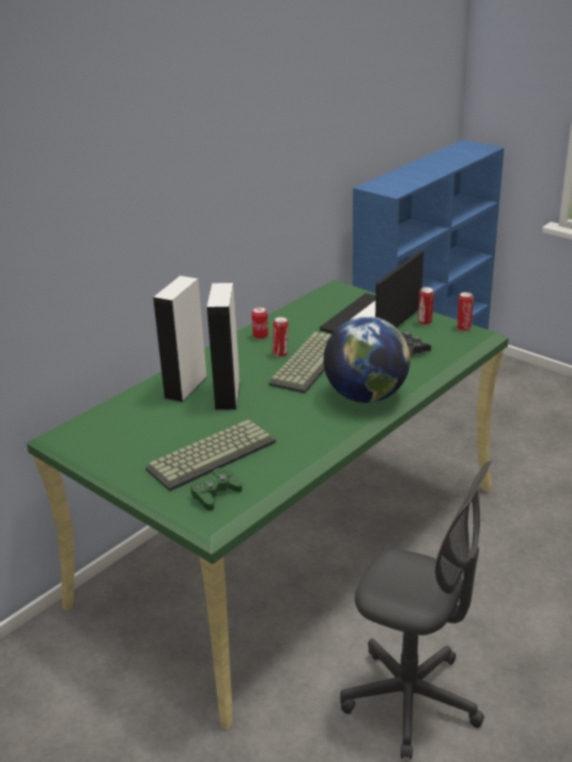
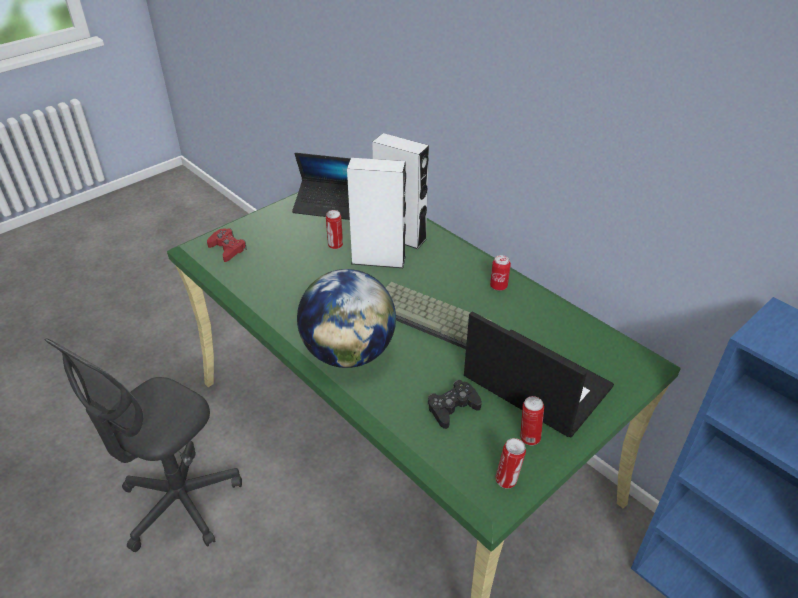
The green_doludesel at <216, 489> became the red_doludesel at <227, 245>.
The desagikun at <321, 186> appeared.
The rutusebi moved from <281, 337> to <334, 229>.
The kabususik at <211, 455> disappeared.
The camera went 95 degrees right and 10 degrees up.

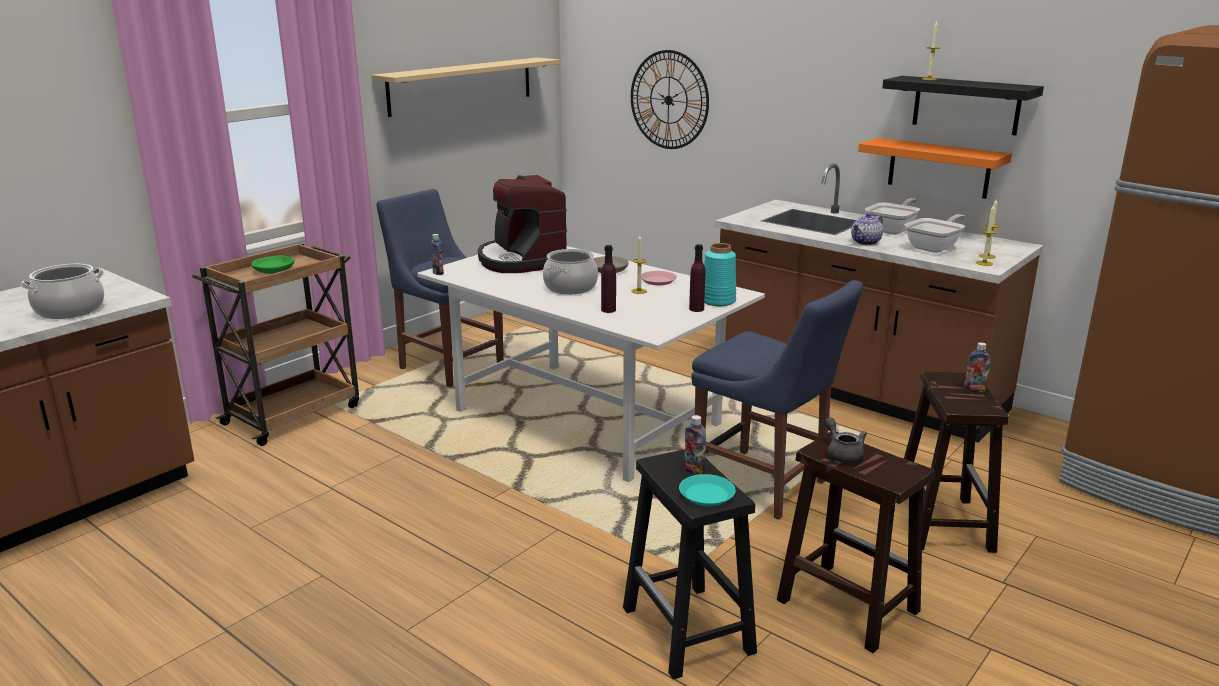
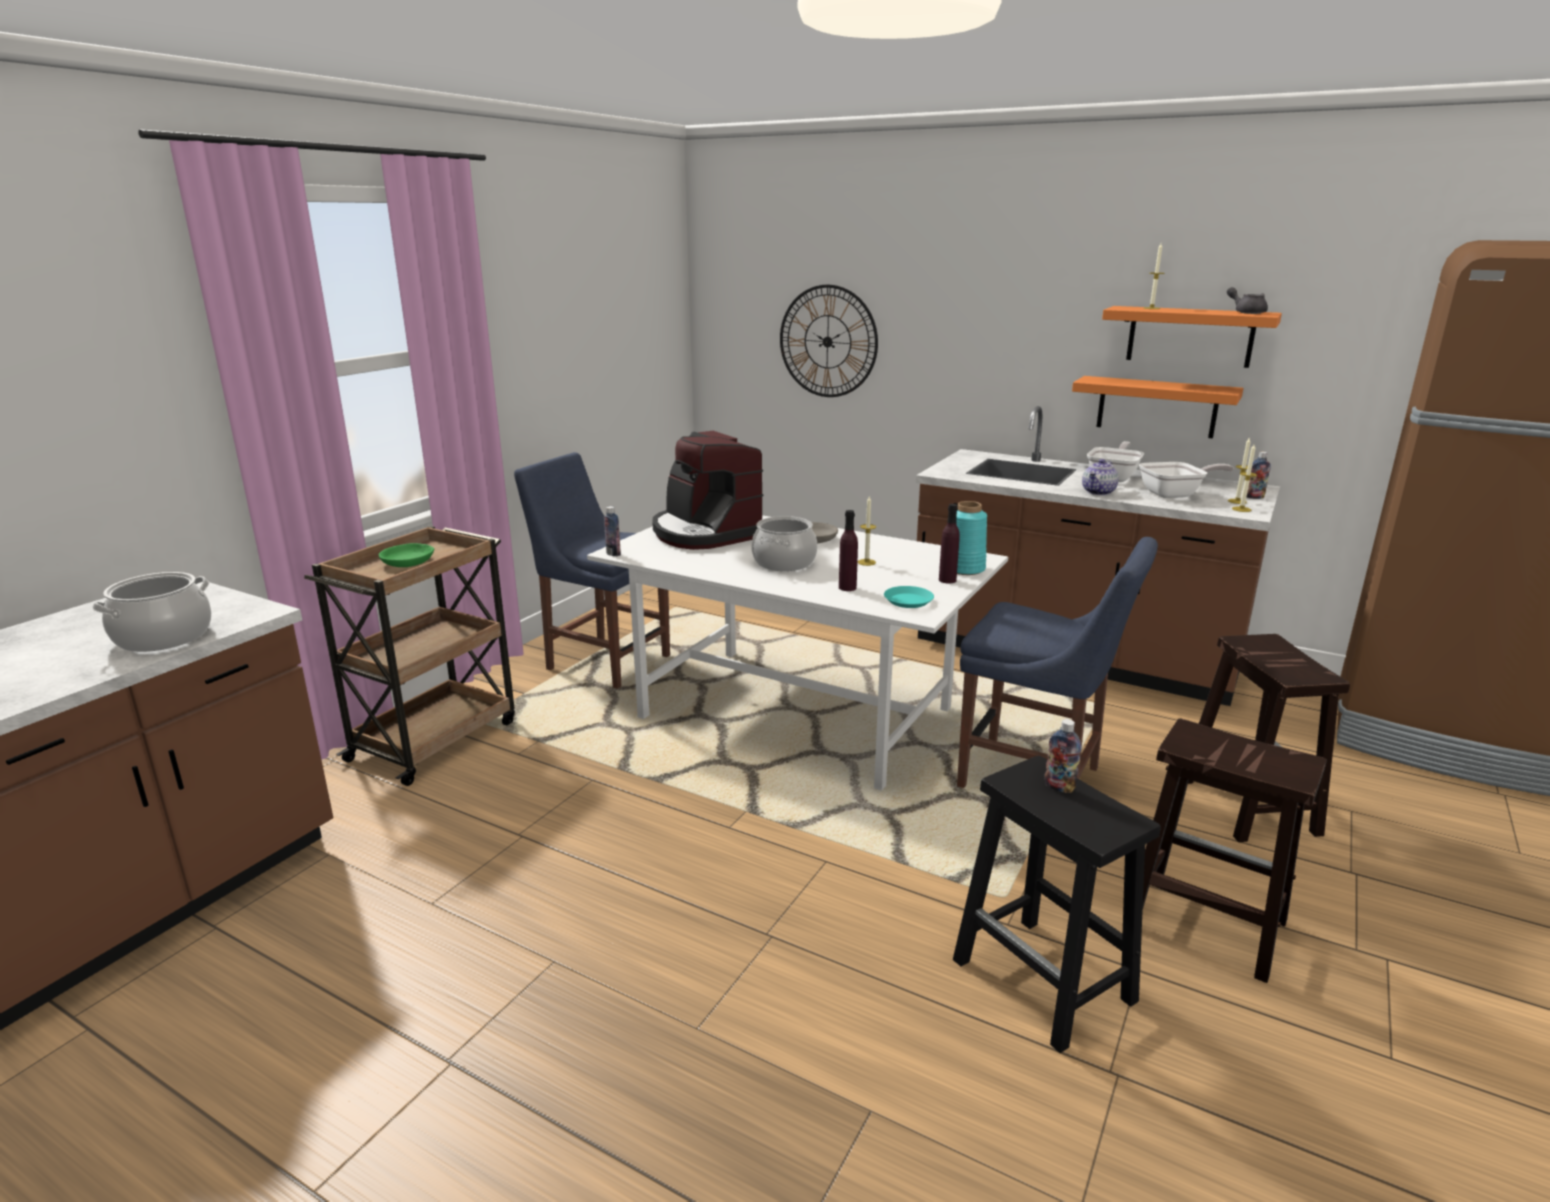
The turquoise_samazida moved from <707, 490> to <909, 597>.
The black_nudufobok at <963, 105> became the orange_nudufobok at <1192, 337>.
The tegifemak at <934, 233> turned 45 degrees clockwise.
The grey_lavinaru moved from <846, 440> to <1247, 300>.
The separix moved from <977, 367> to <1259, 475>.
The beige_nudufobok at <465, 87> disappeared.
The pink_samazida at <659, 278> disappeared.
The camera went 10 degrees left and 0 degrees up.

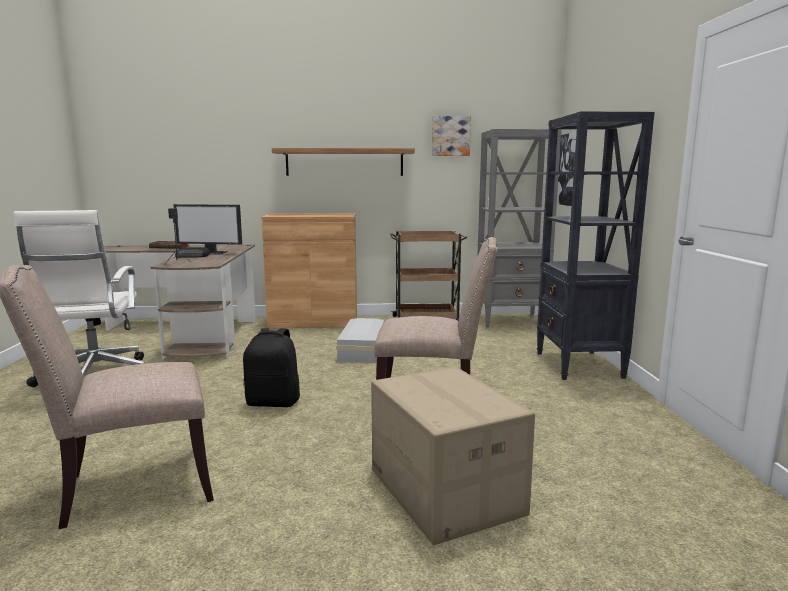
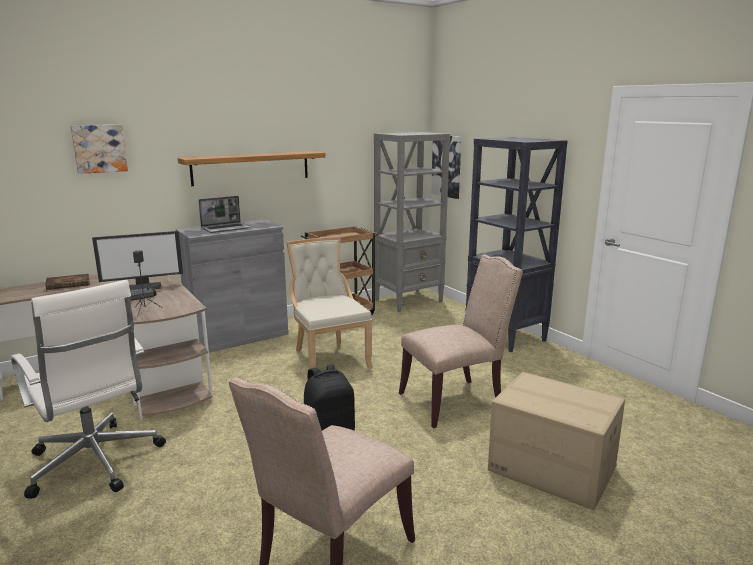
The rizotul moved from <451, 136> to <99, 149>.
The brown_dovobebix at <309, 270> became the grey_dovobebix at <232, 286>.
The desagikun at <224, 214> appeared.
The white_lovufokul at <360, 340> was replaced by the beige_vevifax at <329, 303>.
The camera went 30 degrees left and 5 degrees up.

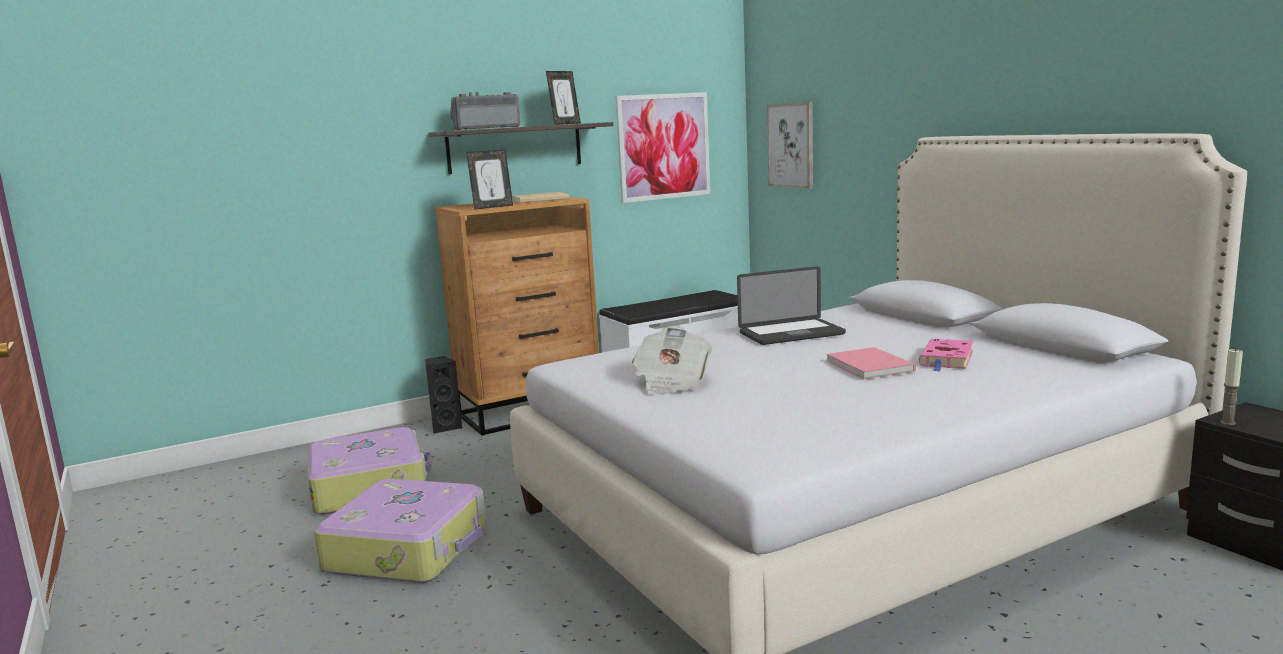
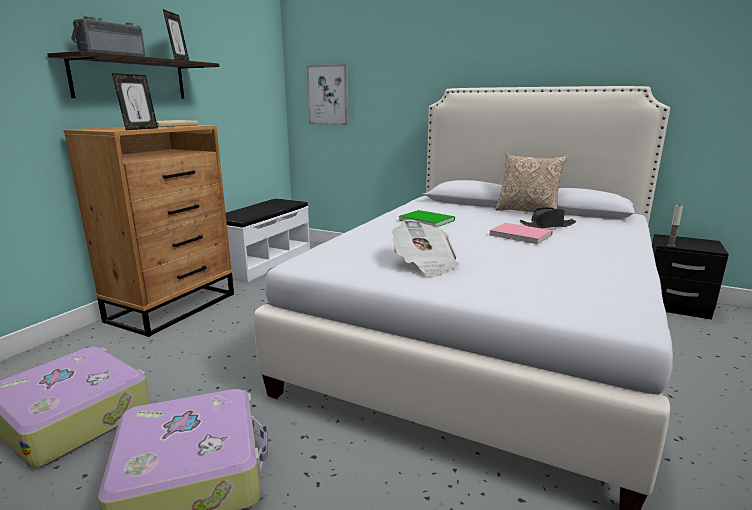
The desagikun at <791, 305> was replaced by the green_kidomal at <427, 218>.
The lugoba at <531, 182> appeared.
The pink_kidomal at <946, 355> was replaced by the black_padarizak at <548, 218>.
The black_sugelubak at <444, 395> disappeared.
The rizotul at <663, 147> disappeared.
The camera went 35 degrees left and 5 degrees up.

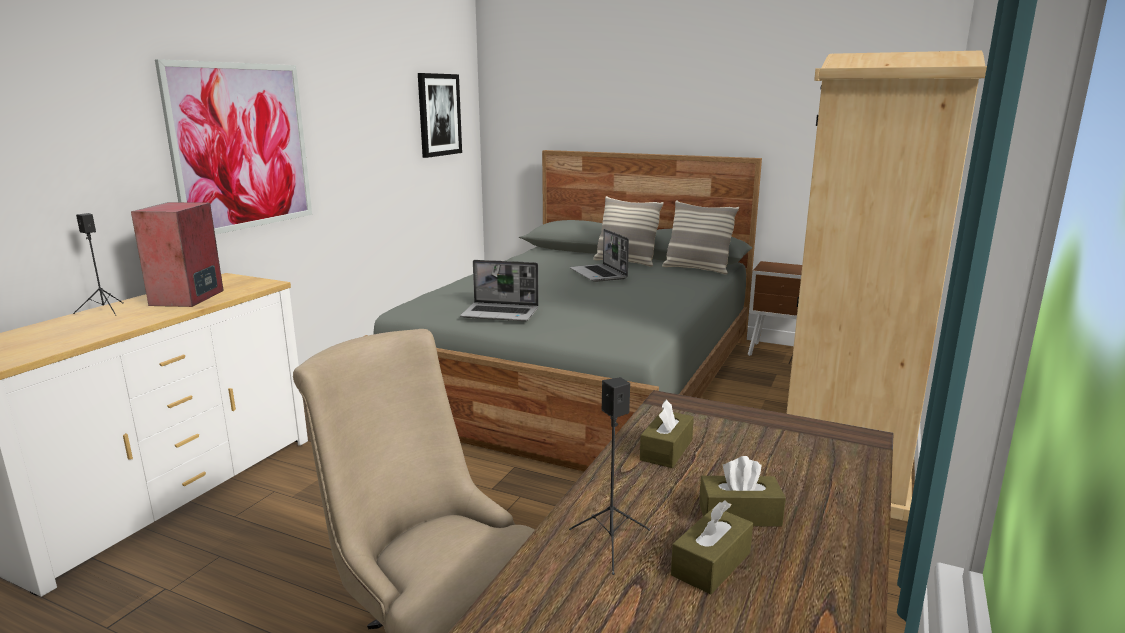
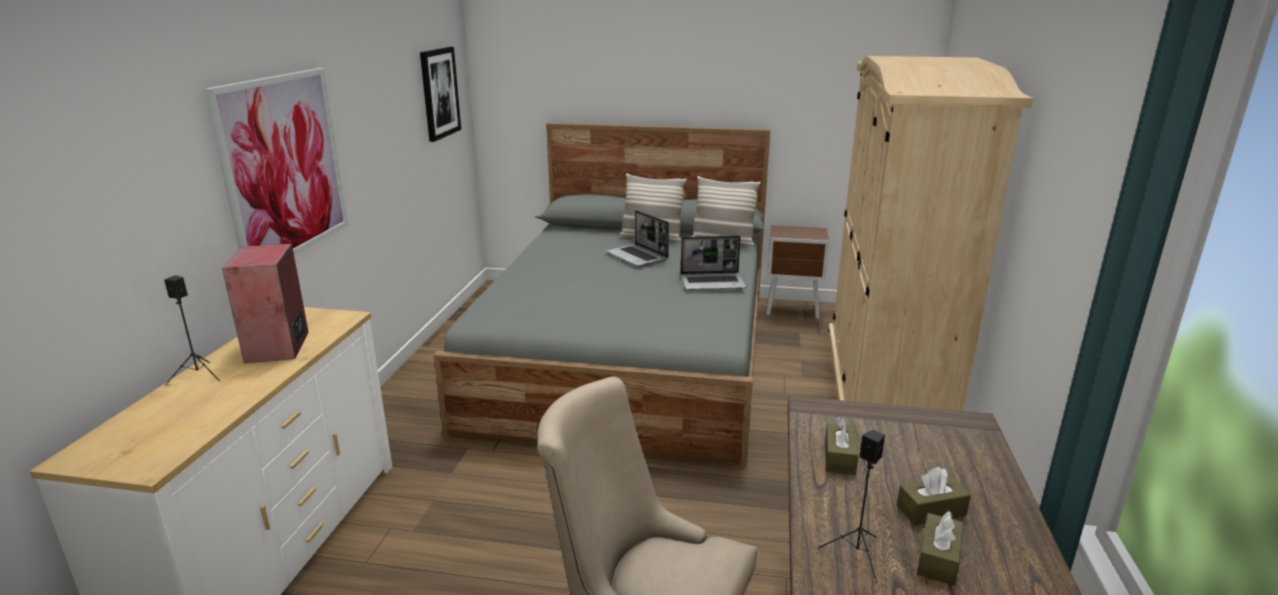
The desagikun moved from <499, 290> to <713, 262>.
The camera went 15 degrees left and 5 degrees up.

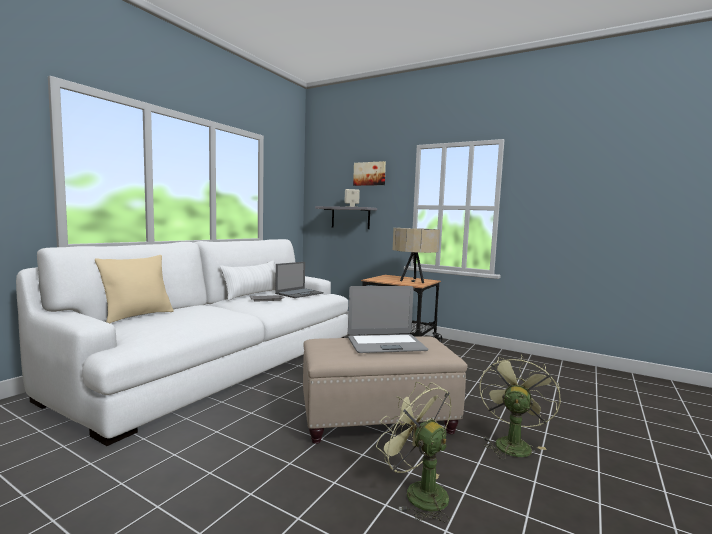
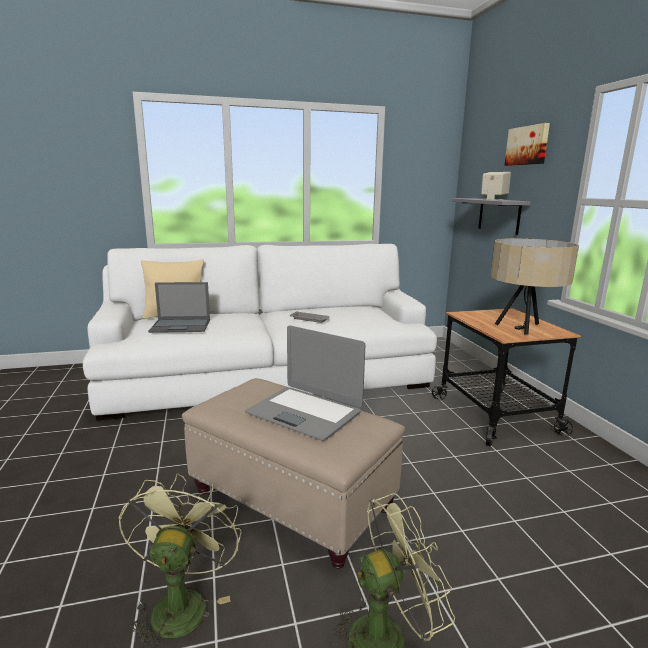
The desagikun moved from <299, 280> to <179, 307>.
The white_lugoba at <248, 281> disappeared.
The camera went 45 degrees right and 10 degrees up.

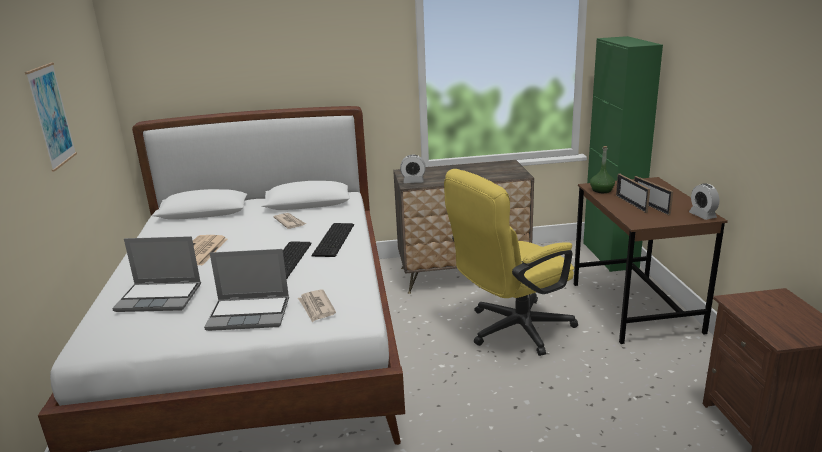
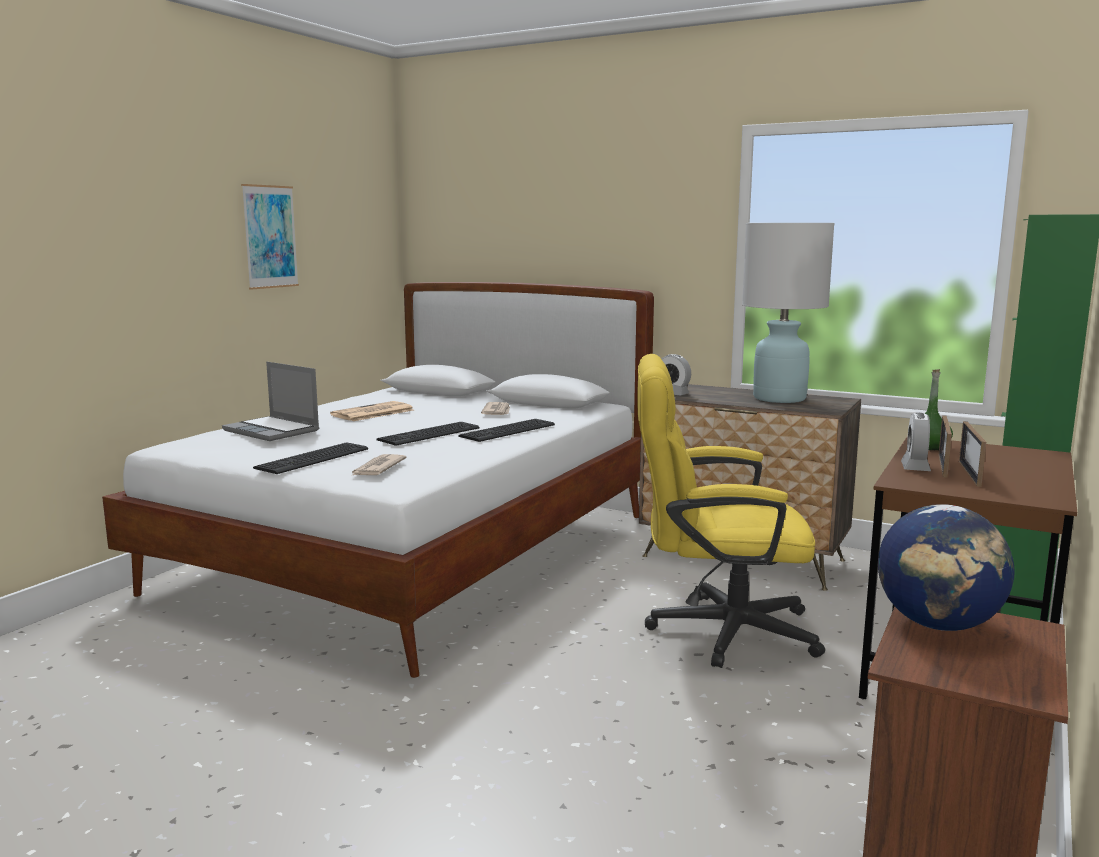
The desagikun at <246, 290> was replaced by the kabususik at <310, 458>.
The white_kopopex at <788, 313> appeared.
The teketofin at <946, 567> appeared.
The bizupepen moved from <704, 201> to <916, 442>.
The camera went 35 degrees right and 10 degrees down.

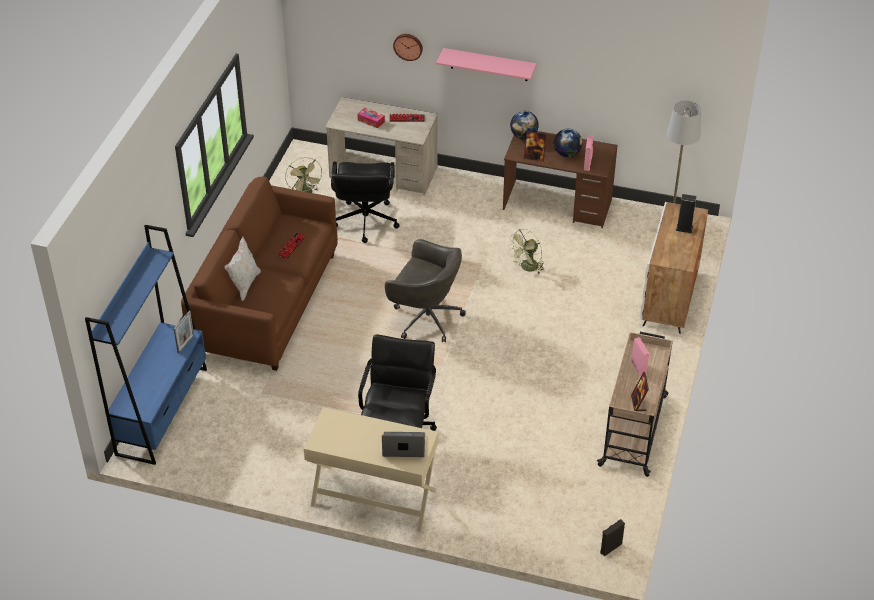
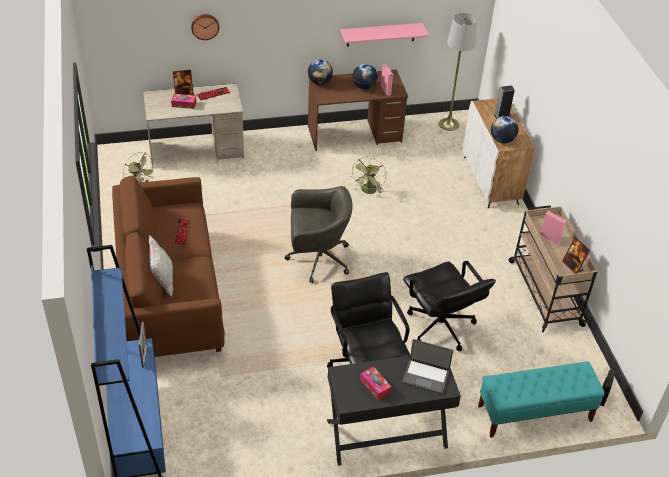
The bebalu moved from <535, 146> to <183, 82>.
The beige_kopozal at <371, 469> became the black_kopozal at <394, 411>.
The pink_nudufobok moved from <486, 64> to <384, 34>.
The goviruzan at <376, 383> appeared.
The desagikun at <403, 444> turned 135 degrees counterclockwise.
The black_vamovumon moved from <365, 202> to <449, 306>.
The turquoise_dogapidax at <541, 399> appeared.
The teketofin at <504, 129> appeared.
The camera went 30 degrees left and 0 degrees up.

